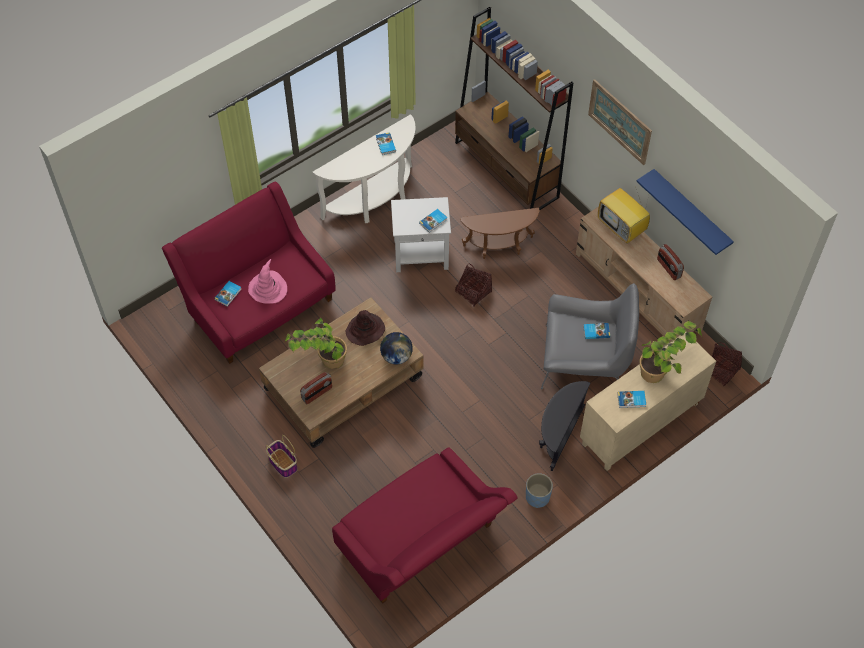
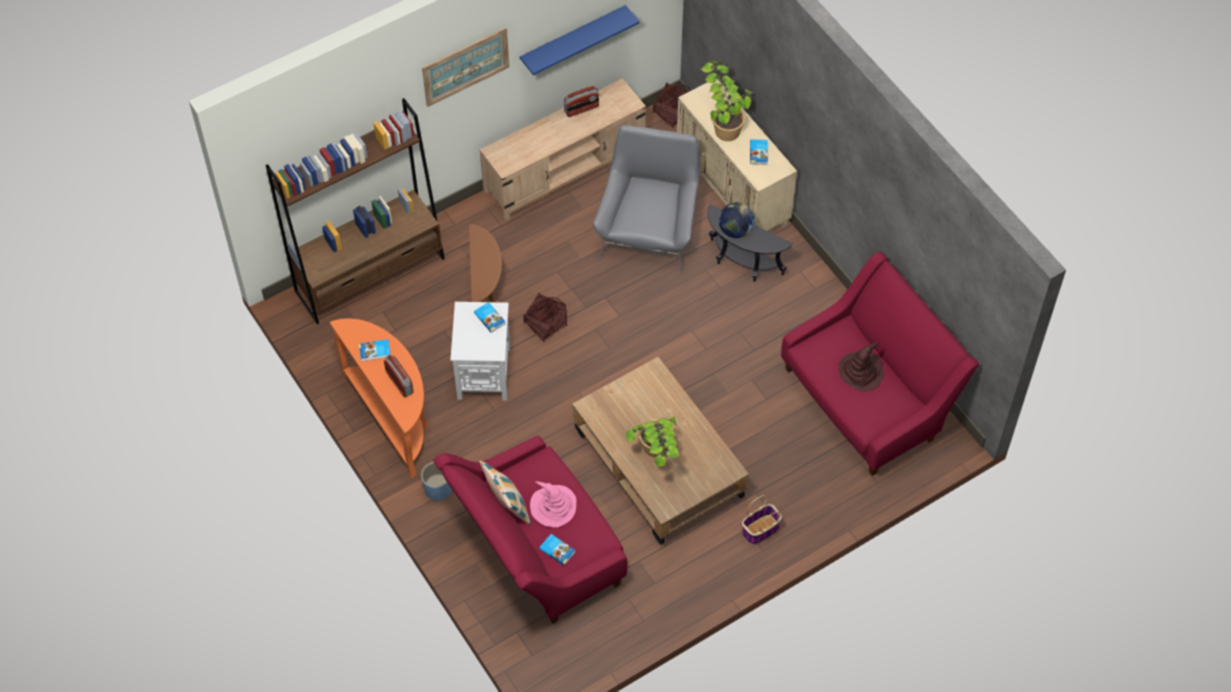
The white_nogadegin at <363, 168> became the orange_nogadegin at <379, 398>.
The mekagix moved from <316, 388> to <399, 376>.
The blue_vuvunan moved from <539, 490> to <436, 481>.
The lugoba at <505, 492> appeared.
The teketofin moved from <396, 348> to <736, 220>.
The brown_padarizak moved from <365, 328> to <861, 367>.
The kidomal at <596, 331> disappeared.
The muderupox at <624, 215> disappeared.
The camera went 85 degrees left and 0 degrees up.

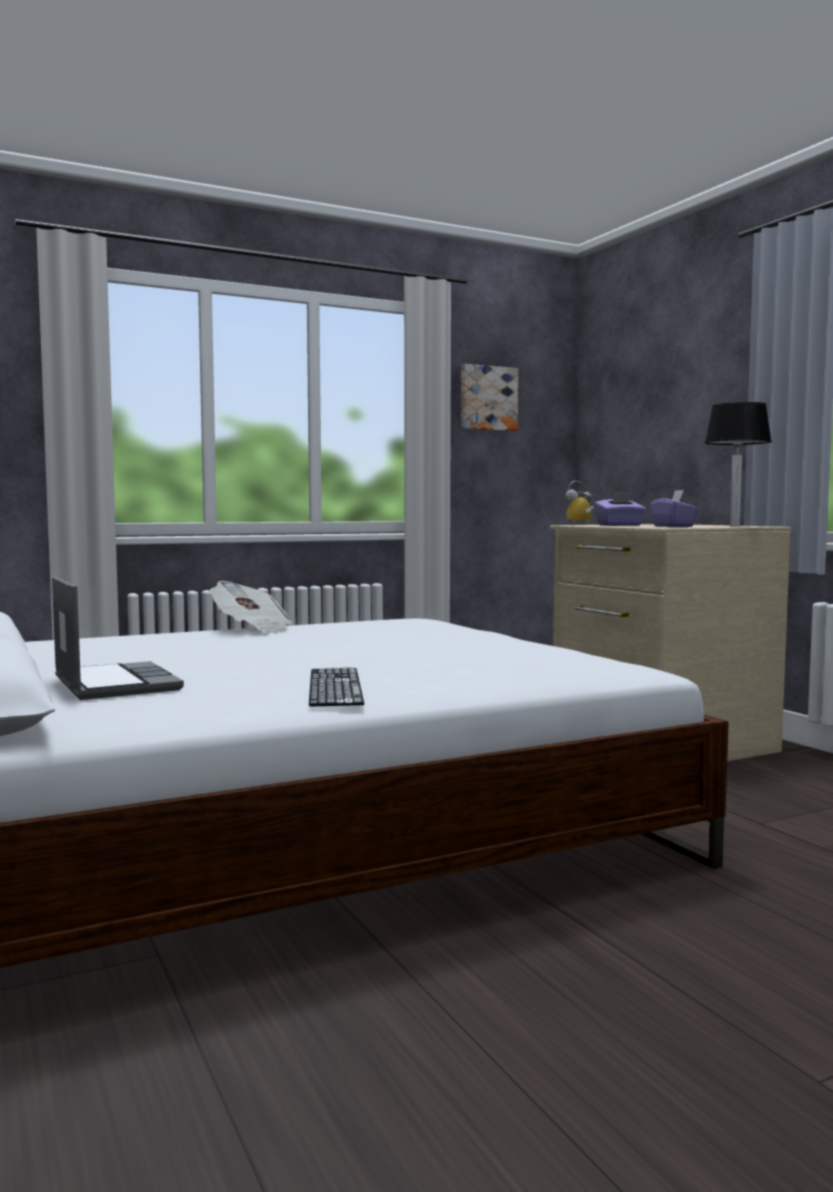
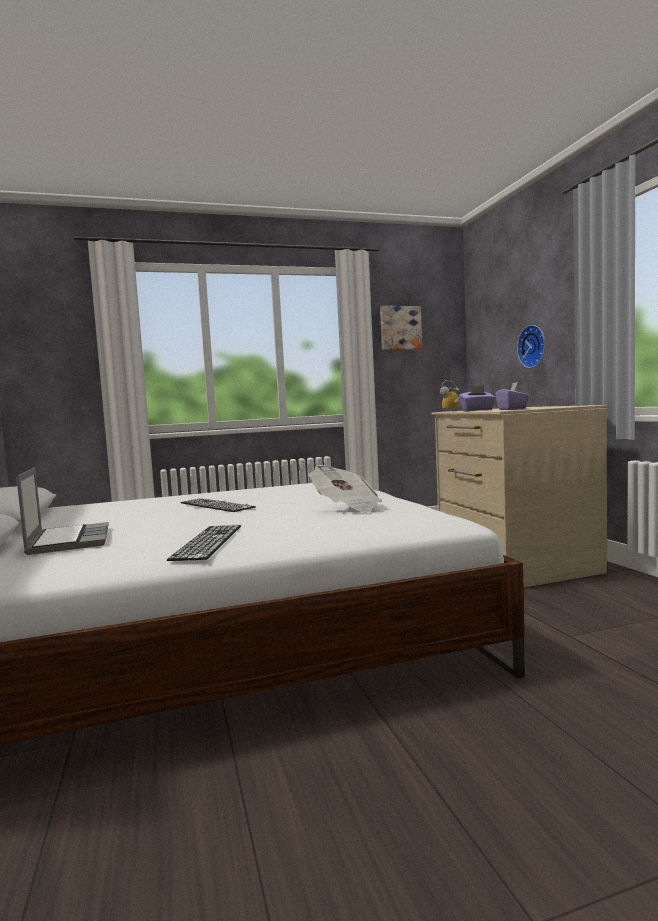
The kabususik at <218, 505> appeared.
The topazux moved from <251, 607> to <346, 489>.
The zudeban at <531, 346> appeared.
The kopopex at <738, 464> disappeared.
The camera went 10 degrees right and 0 degrees up.

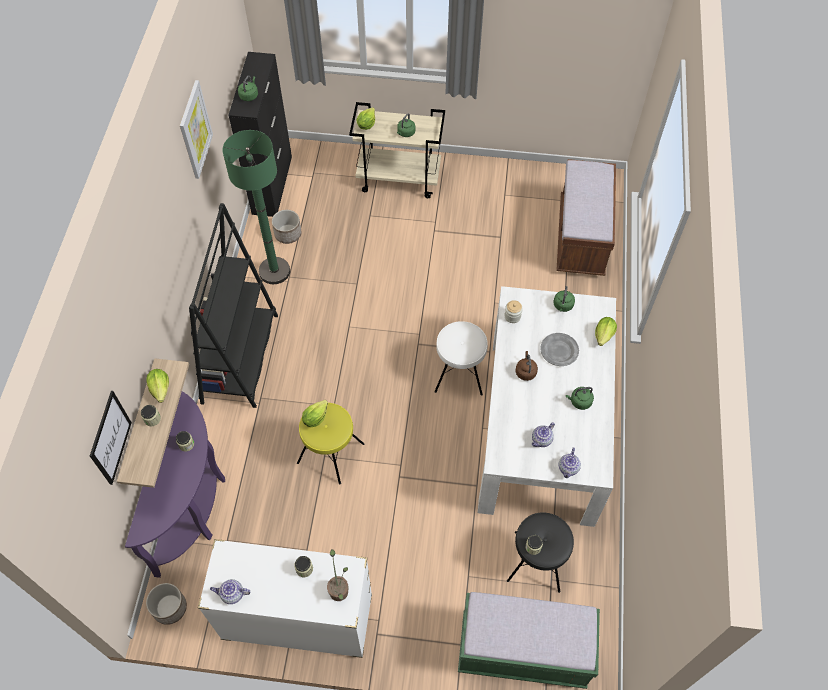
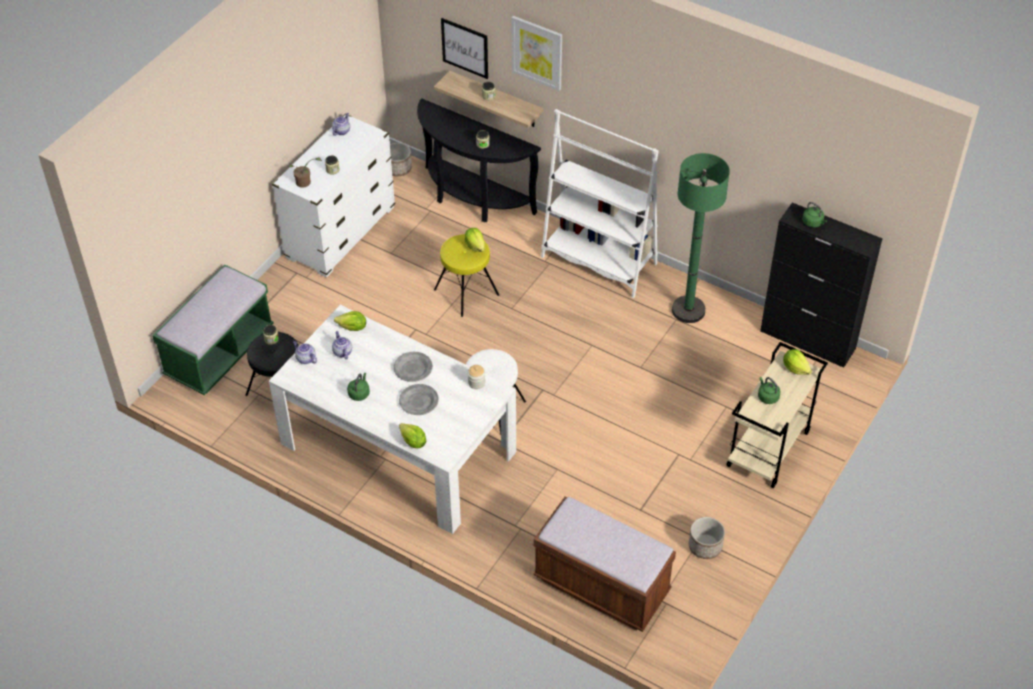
The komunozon moved from <157, 386> to <350, 321>.
The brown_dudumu at <527, 366> was replaced by the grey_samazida at <413, 367>.
The purple_nogadegin at <175, 484> became the black_nogadegin at <479, 160>.
The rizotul moved from <196, 129> to <537, 53>.
The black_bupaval at <233, 305> became the white_bupaval at <600, 203>.
The vuvunan moved from <287, 227> to <707, 538>.
The green_dudumu at <564, 299> disappeared.
The camera went 115 degrees right and 10 degrees down.

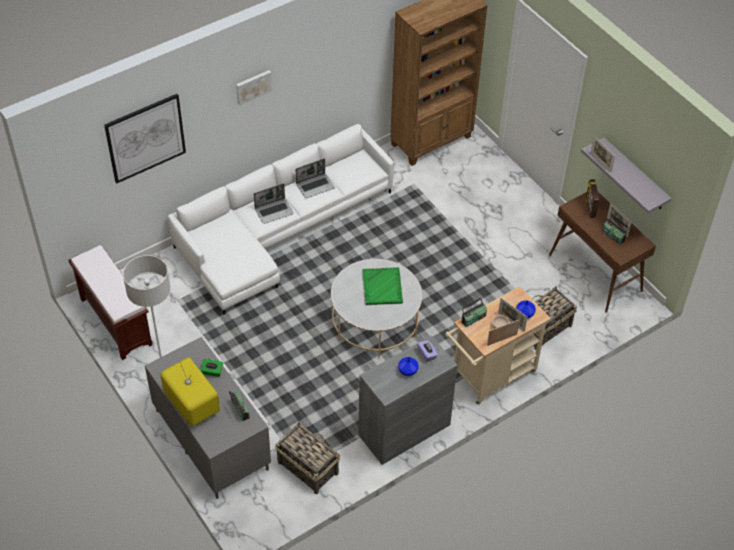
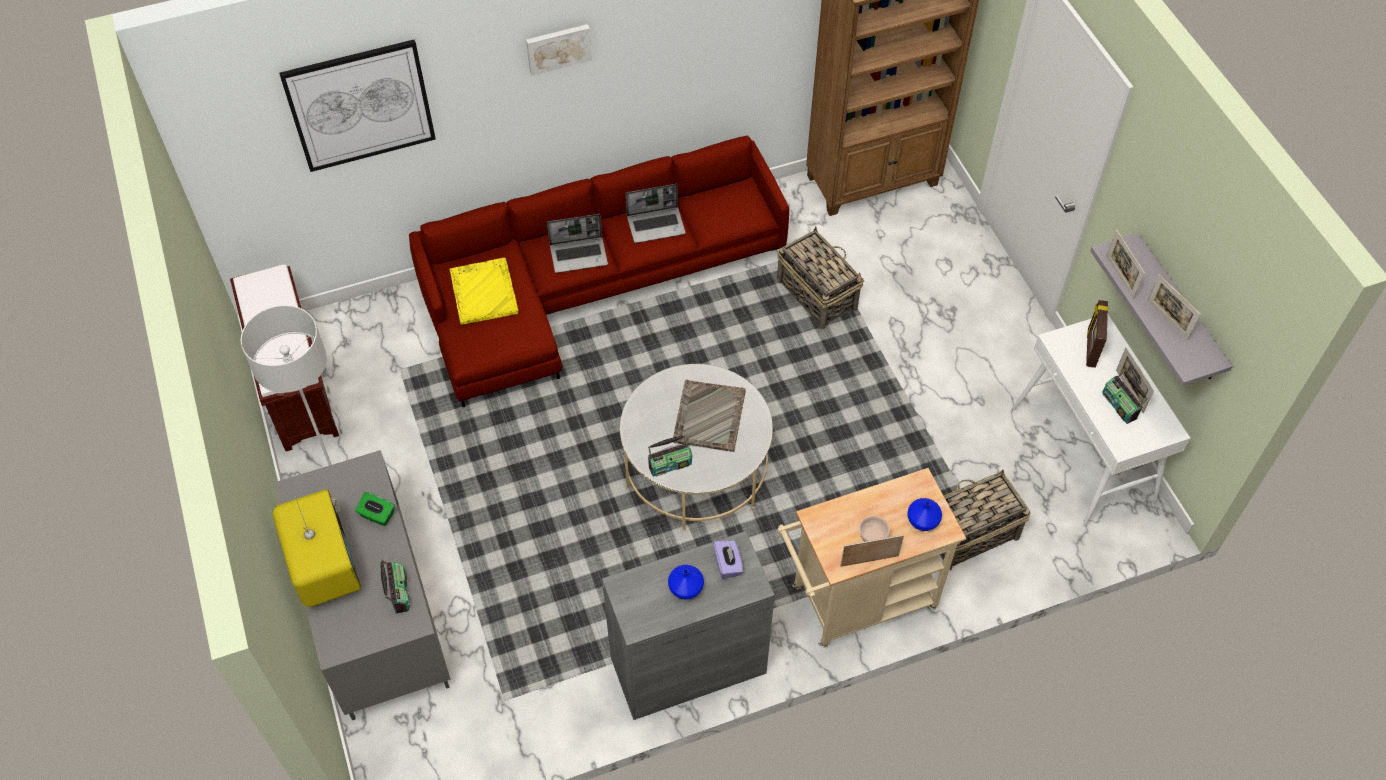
The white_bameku at <281, 219> became the red_bameku at <599, 271>.
The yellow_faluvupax at <484, 291> appeared.
The mekagix moved from <474, 312> to <670, 456>.
The green_faluvupax at <383, 286> became the grey_faluvupax at <709, 416>.
The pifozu moved from <307, 458> to <820, 277>.
The brown_nogadegin at <602, 252> became the white_nogadegin at <1101, 421>.
The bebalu moved from <512, 315> to <1174, 307>.
The camera went 15 degrees right and 5 degrees up.

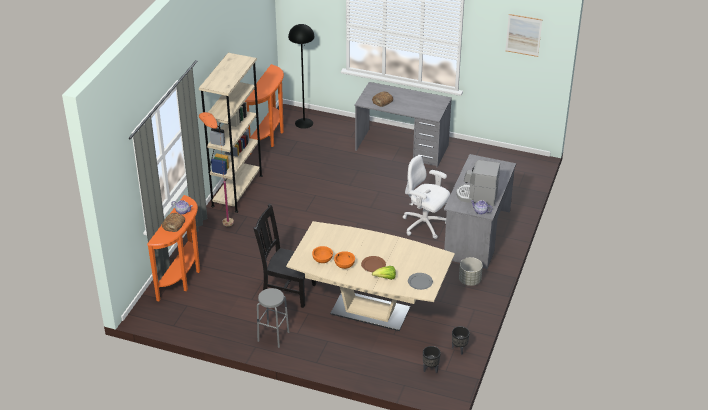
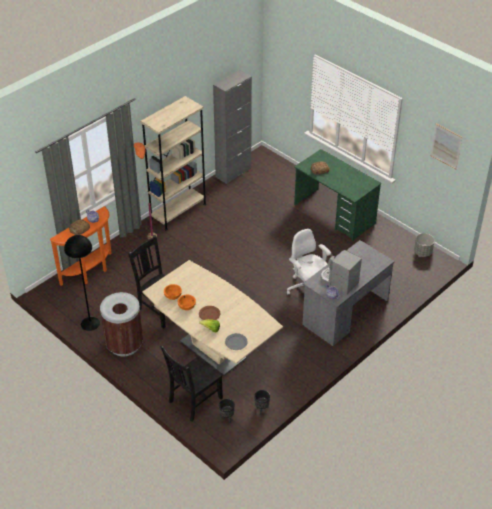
The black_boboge moved from <301, 76> to <82, 283>.
The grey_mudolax at <273, 318> was replaced by the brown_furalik at <121, 324>.
The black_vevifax at <191, 383> appeared.
The orange_nogadegin at <264, 109> was replaced by the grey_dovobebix at <232, 127>.
The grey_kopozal at <403, 125> became the green_kopozal at <337, 195>.
The grey_vuvunan moved from <471, 271> to <424, 245>.
The camera went 25 degrees right and 5 degrees up.

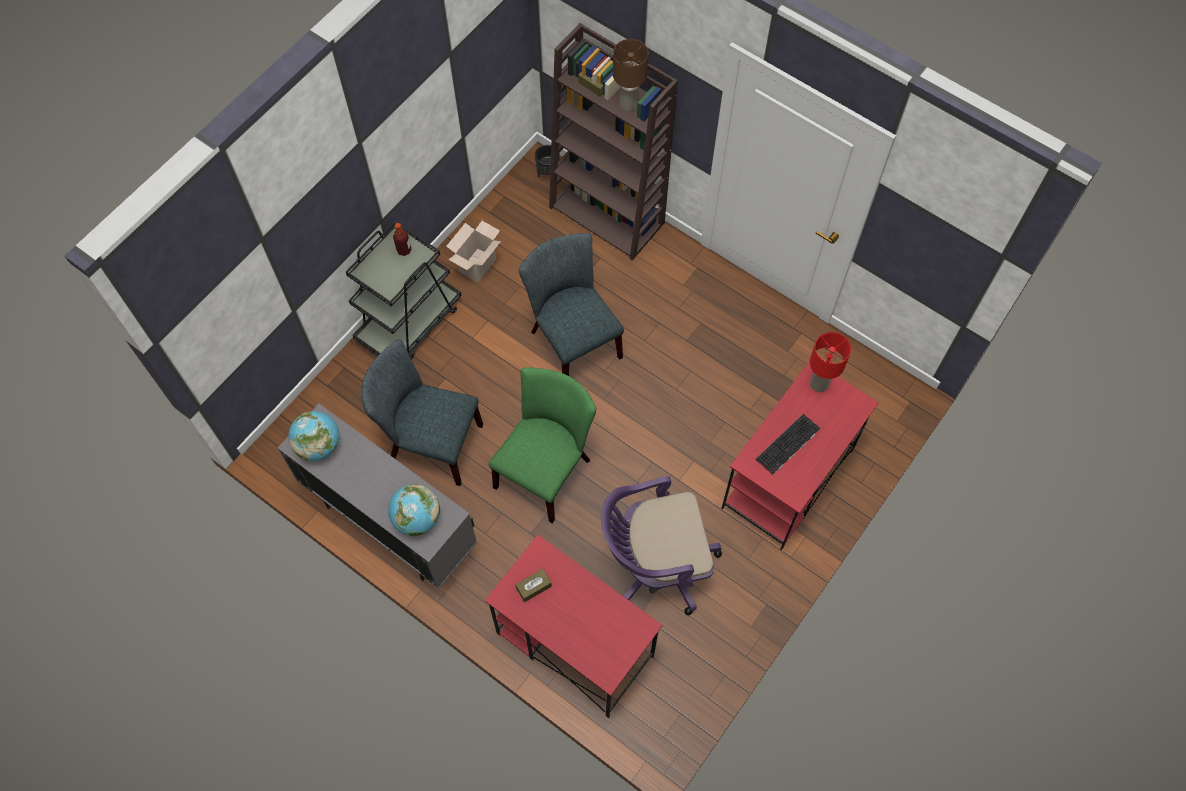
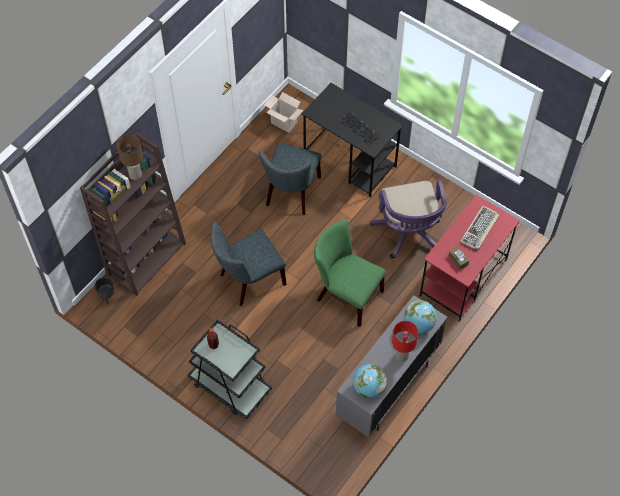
The grey_vevifax moved from <422, 412> to <289, 179>.
The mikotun moved from <473, 251> to <283, 112>.
The red_kopozal at <800, 455> became the black_kopozal at <352, 140>.
The red_kopopex moved from <830, 362> to <405, 341>.
The kabususik at <480, 228> appeared.
The camera went 90 degrees left and 5 degrees down.

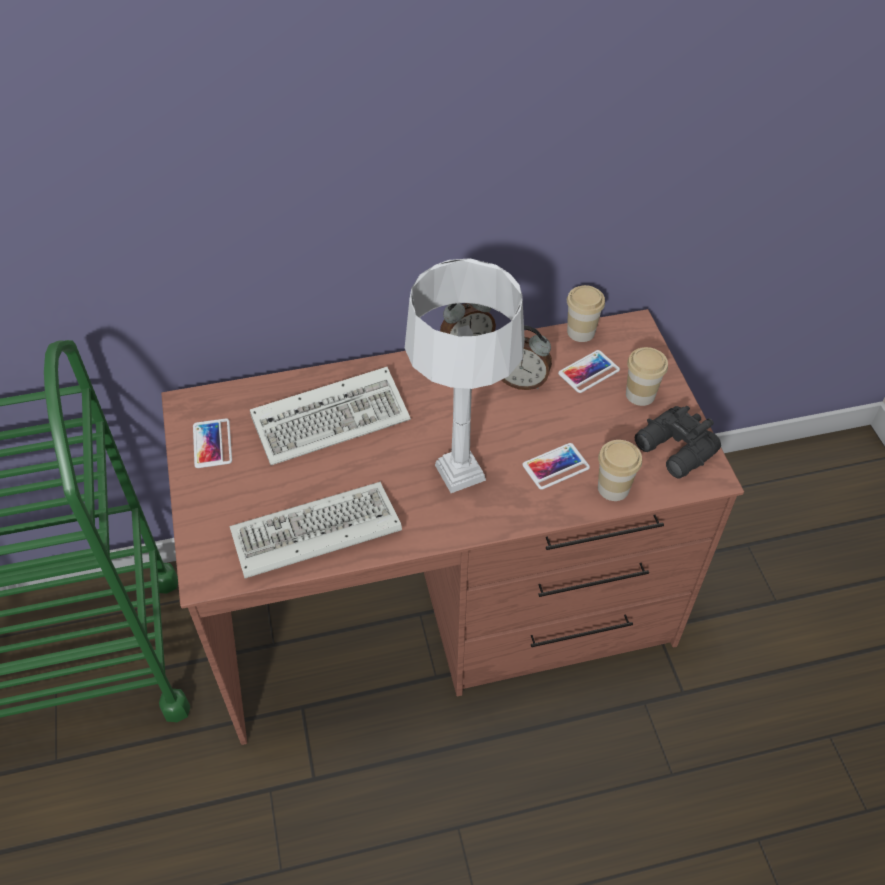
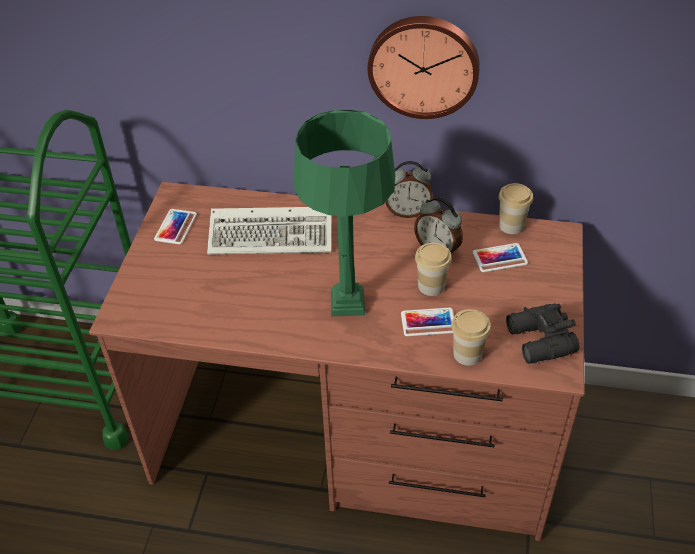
The grey_kopopex at <465, 375> became the green_kopopex at <344, 212>.
The zudeban at <424, 67> appeared.
The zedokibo moved from <647, 376> to <433, 269>.
The kabususik at <315, 530> disappeared.
The camera went 25 degrees right and 5 degrees down.

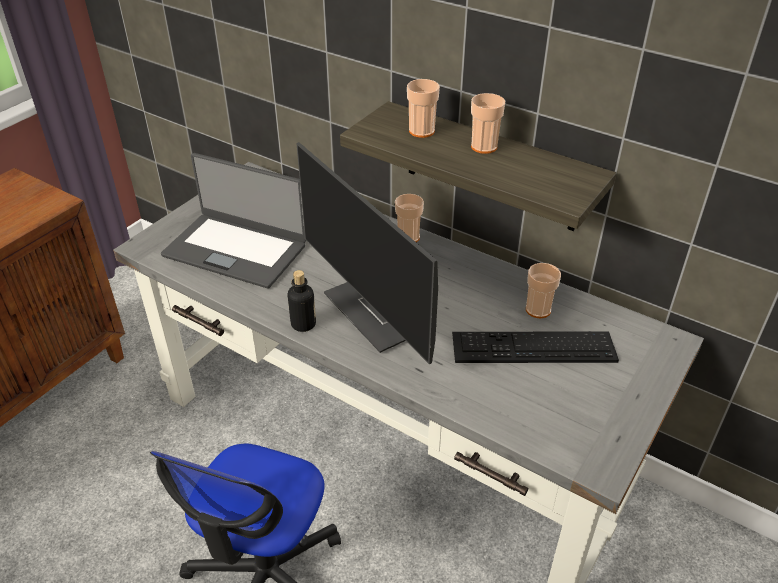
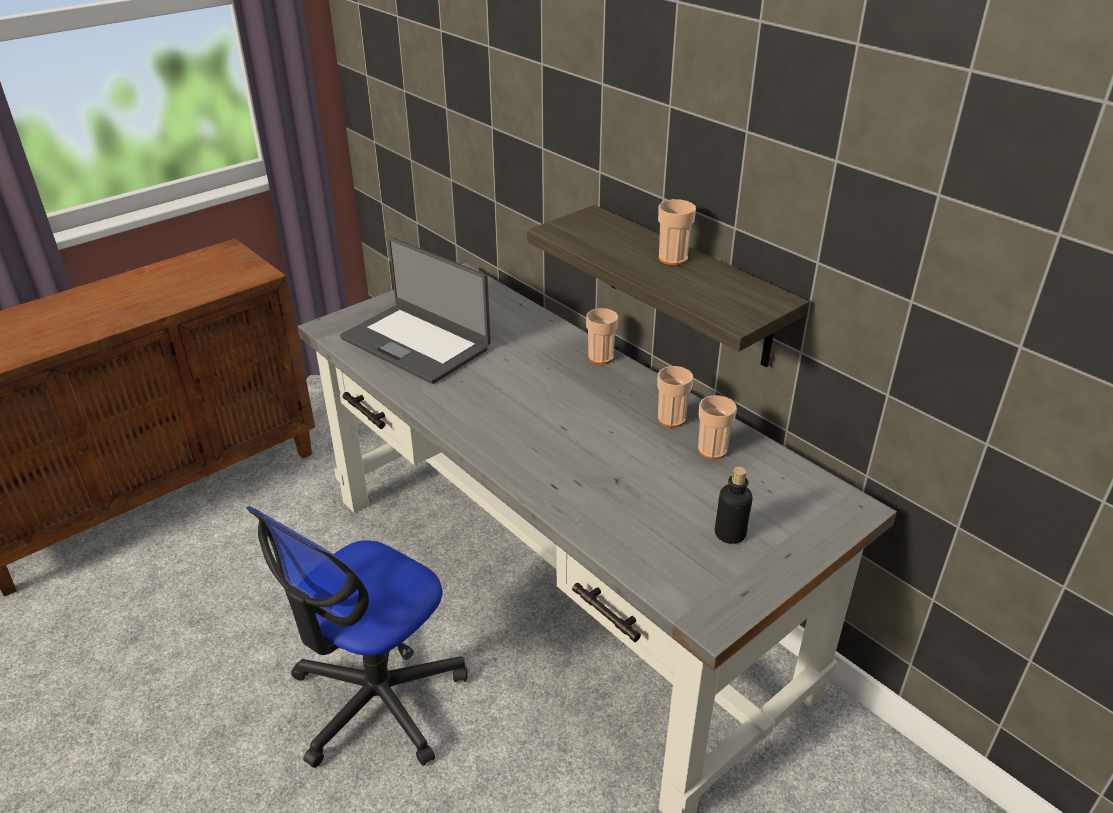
The zedokibo moved from <423, 108> to <675, 396>.
The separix moved from <302, 301> to <733, 505>.
The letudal at <367, 253> disappeared.
The kabususik at <535, 347> disappeared.
The camera went 15 degrees right and 5 degrees down.

